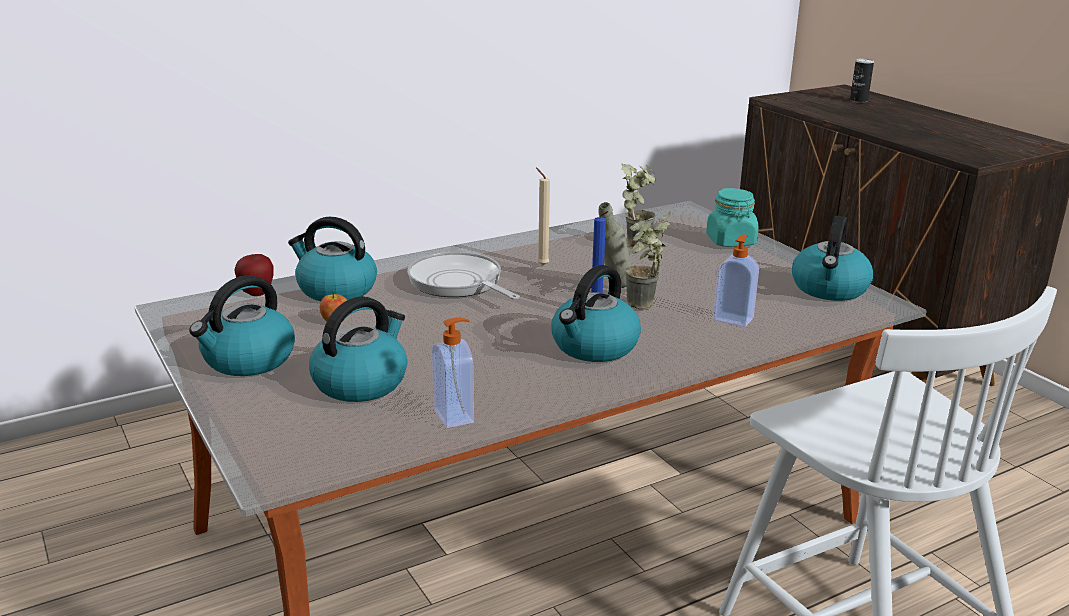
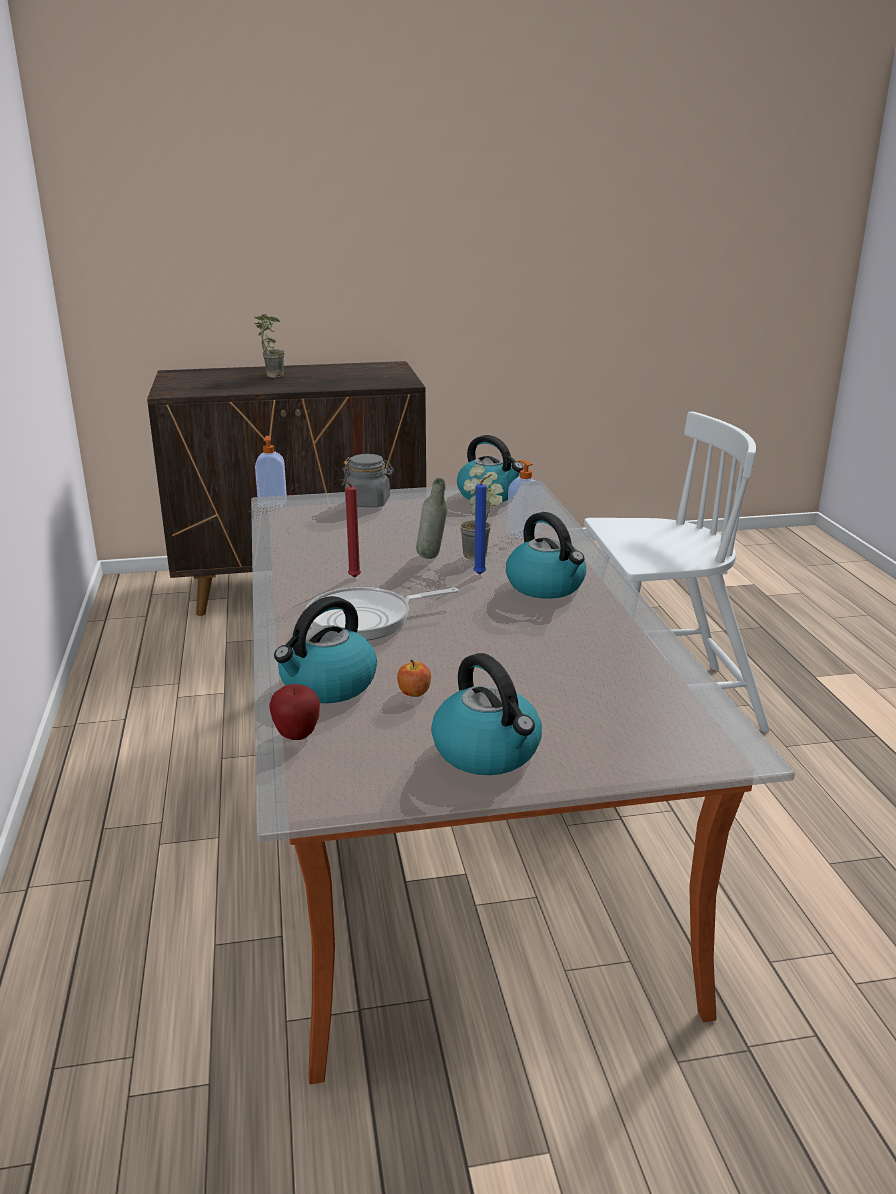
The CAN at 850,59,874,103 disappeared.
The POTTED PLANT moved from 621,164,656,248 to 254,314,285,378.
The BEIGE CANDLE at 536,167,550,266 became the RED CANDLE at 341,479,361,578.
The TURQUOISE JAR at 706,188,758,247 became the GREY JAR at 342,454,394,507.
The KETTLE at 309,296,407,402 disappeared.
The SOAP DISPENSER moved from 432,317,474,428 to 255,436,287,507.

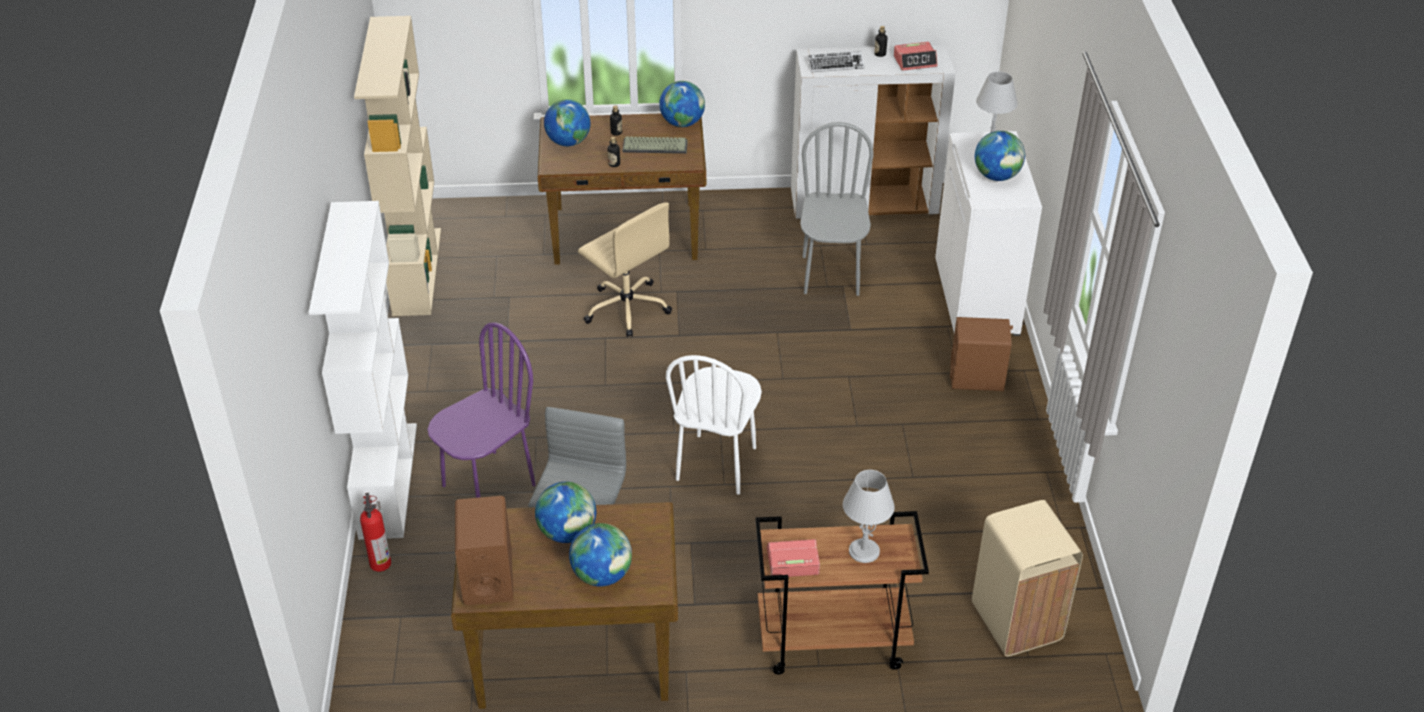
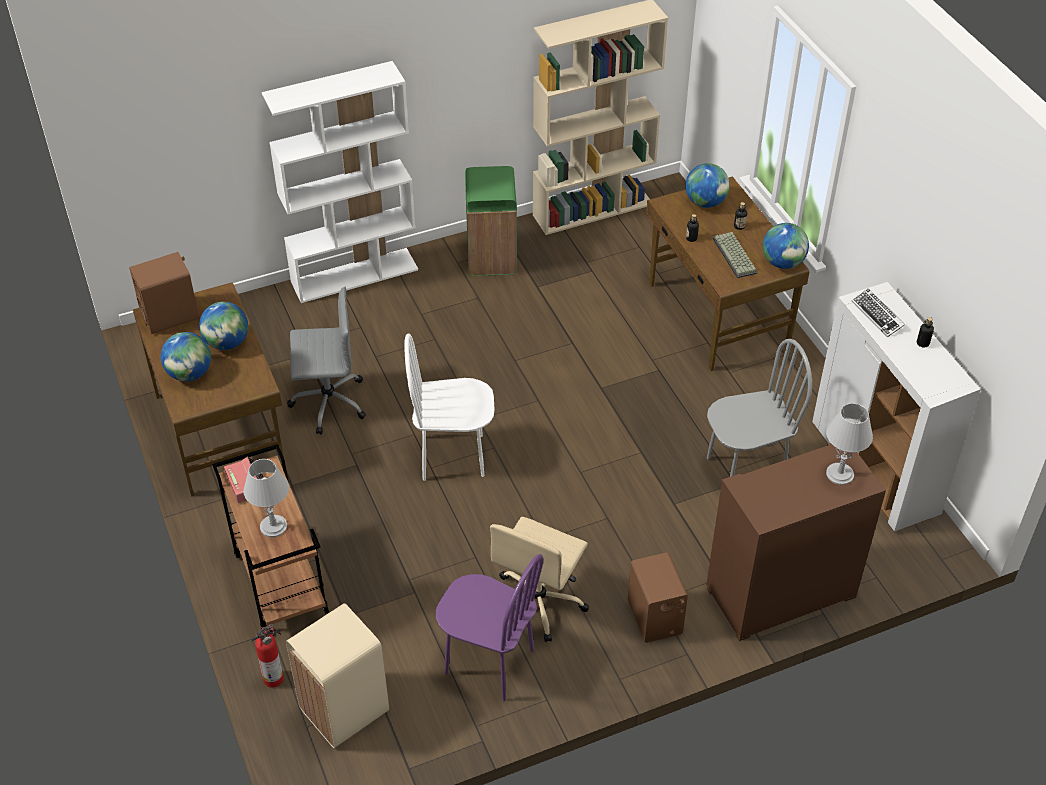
The ALARM CLOCK at 894,42,938,71 disappeared.
The WHITE CABINET at 935,131,1042,336 became the BROWN CABINET at 706,443,886,641.
The GLOBE at 975,131,1025,181 disappeared.
The BEIGE OFFICE CHAIR moved from 578,202,672,337 to 490,517,589,642.
The PURPLE CHAIR moved from 428,322,536,498 to 436,554,544,701.
The FIRE EXTINGUISHER moved from 360,493,391,572 to 250,624,284,688.
The GREEN TRASH CAN at 465,166,517,276 appeared.

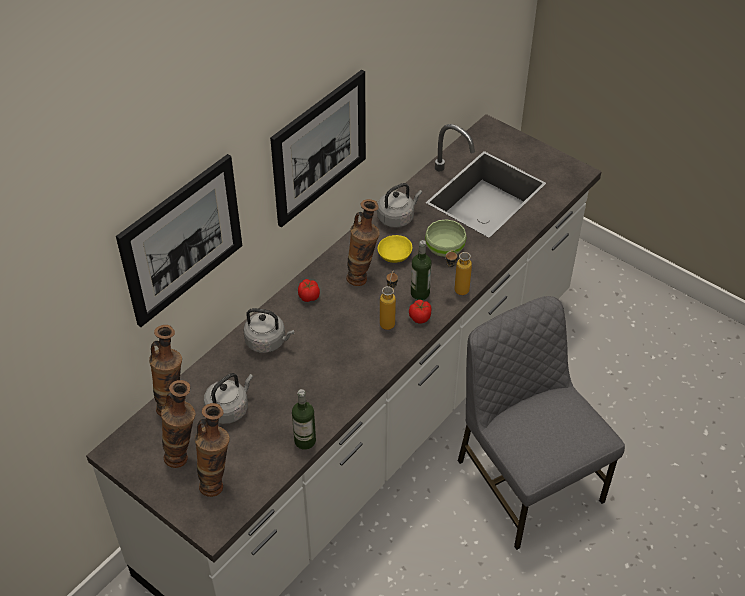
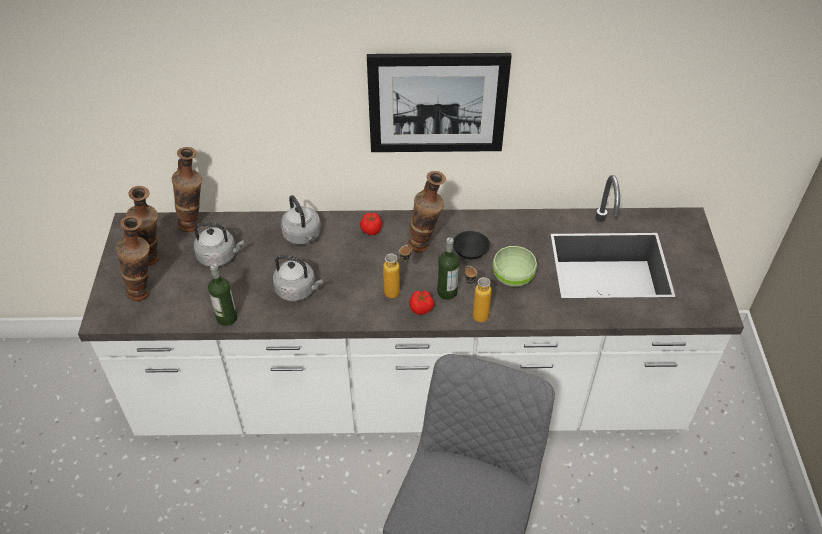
The PICTURE at 116,154,242,327 disappeared.
The GREY KETTLE moved from 377,183,422,228 to 273,255,323,301.
The YELLOW BOWL at 378,235,412,263 became the BLACK BOWL at 453,231,490,260.

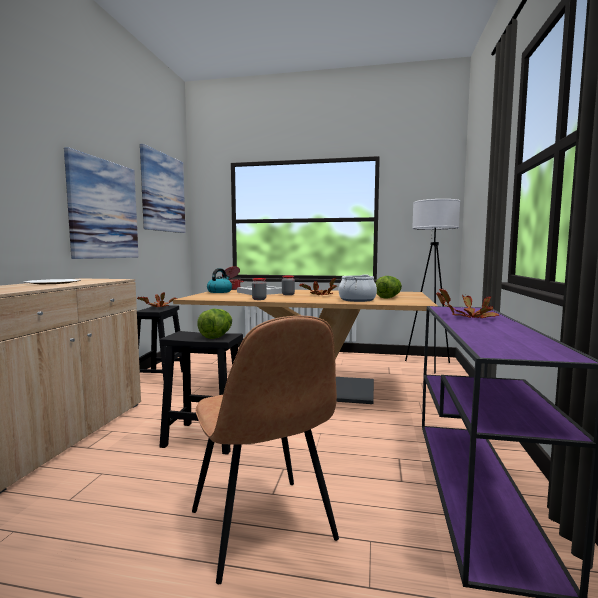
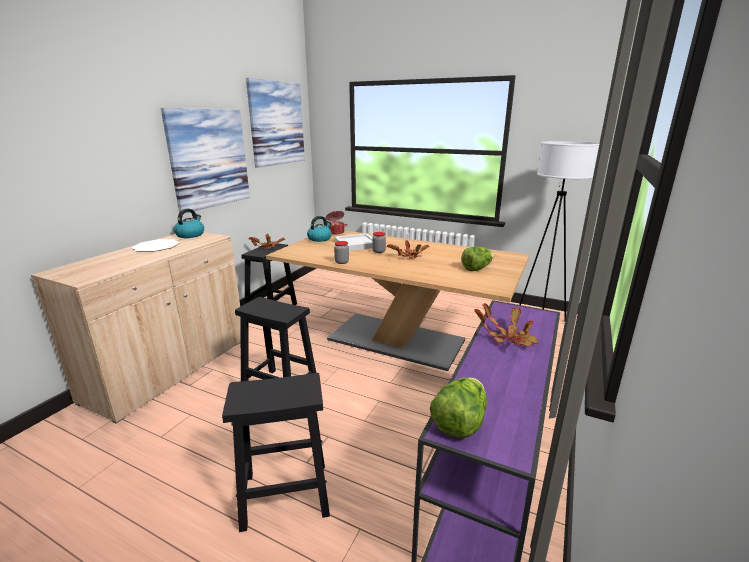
The COOKING POT at 339,274,377,302 disappeared.
The LETTUCE moved from 197,309,232,339 to 430,377,487,438.
The BROWN CHAIR at 192,316,339,584 was replaced by the BLACK STOOL at 222,373,330,532.
The KETTLE at 174,208,204,238 appeared.

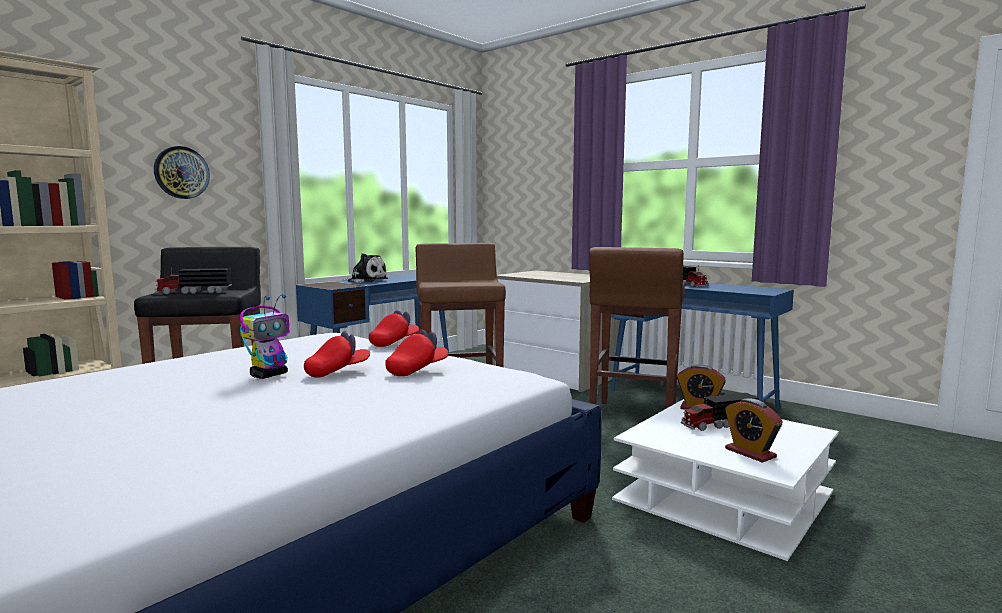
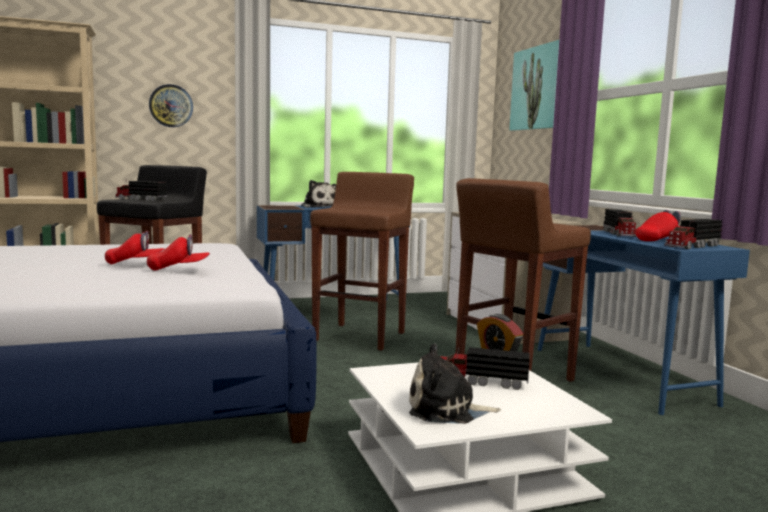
The TOY ROBOT at 240,294,289,379 disappeared.
The RED CAP moved from 369,310,419,347 to 636,210,681,241.
The ALARM CLOCK at 725,398,783,463 was replaced by the PLUSH TOY at 409,343,501,424.
The PICTURE at 509,40,559,131 appeared.
The TOY TRUCK at 664,219,722,249 appeared.

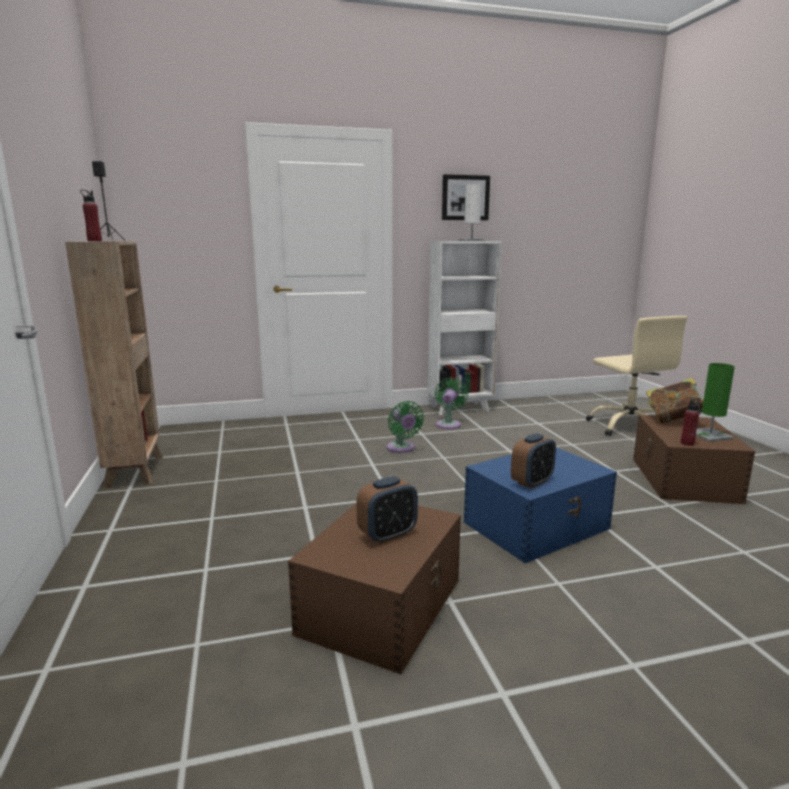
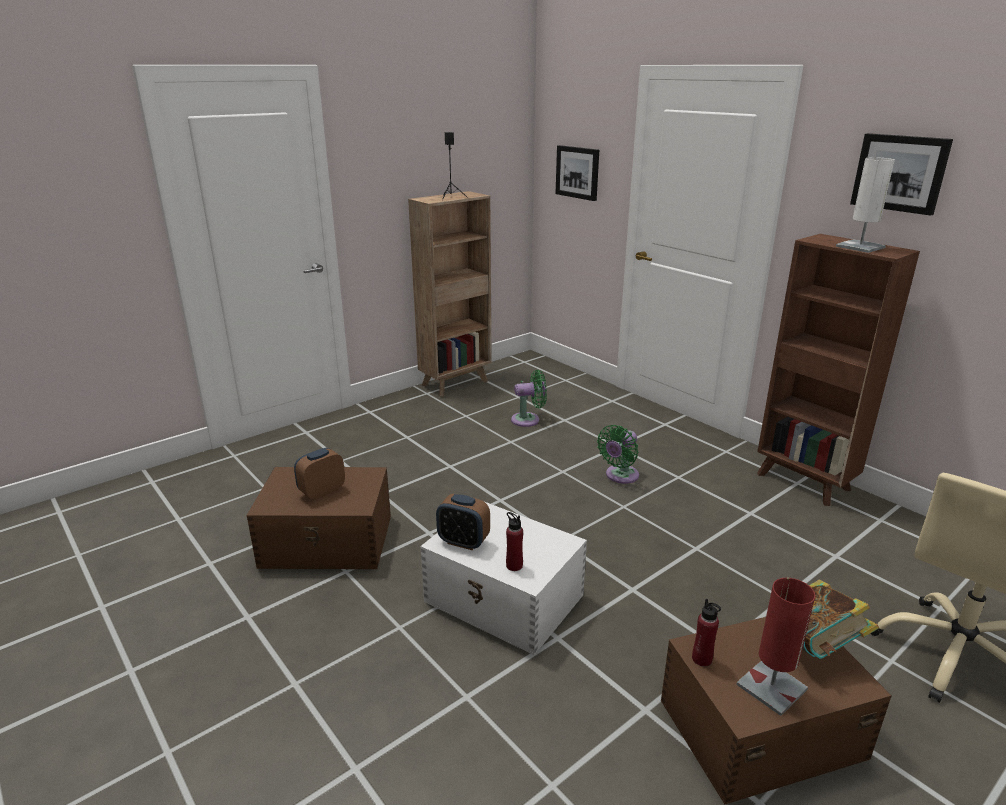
The RED BOTTLE moved from 80,190,102,241 to 506,512,523,571.
The WHITE BOOKCASE at 428,241,502,416 became the BROWN BOOKCASE at 757,234,920,506.
The GREEN TABLE LAMP at 696,363,735,442 became the RED TABLE LAMP at 736,578,815,716.
The GREEN FAN moved from 435,378,468,429 to 511,370,547,427.
The BLUE STORAGE BOX at 464,447,617,563 became the WHITE STORAGE BOX at 420,502,587,655.
The ALARM CLOCK at 357,476,418,544 turned 105 degrees clockwise.
The PICTURE at 556,145,599,201 appeared.

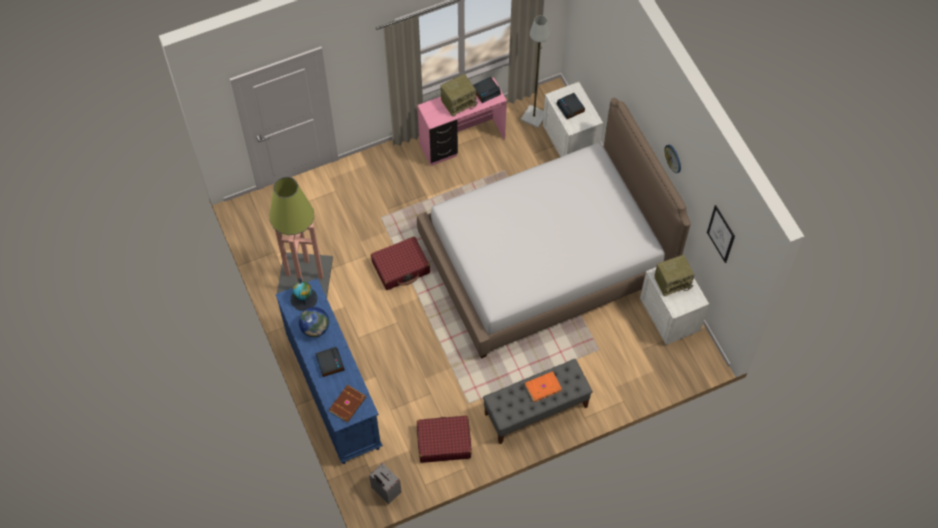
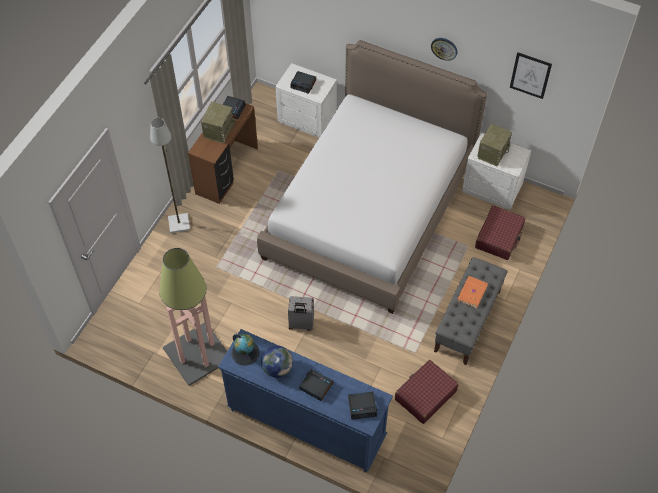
The GREY FLOOR LAMP moved from 521,15,550,128 to 150,118,190,233.
The PINK DESK at 417,77,507,166 became the BROWN DESK at 188,103,258,204.
The RED SUITCASE moved from 371,236,430,290 to 475,206,525,260.
The BROWN BOOK at 329,385,366,423 was replaced by the ALARM CLOCK at 348,392,378,420.
The GREY SUITCASE moved from 369,463,402,504 to 288,296,314,331.

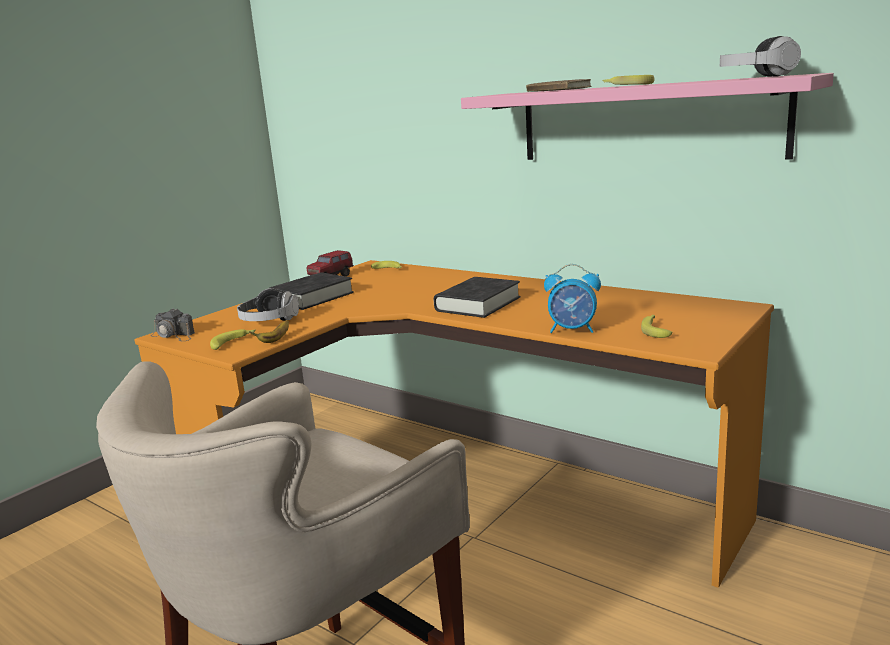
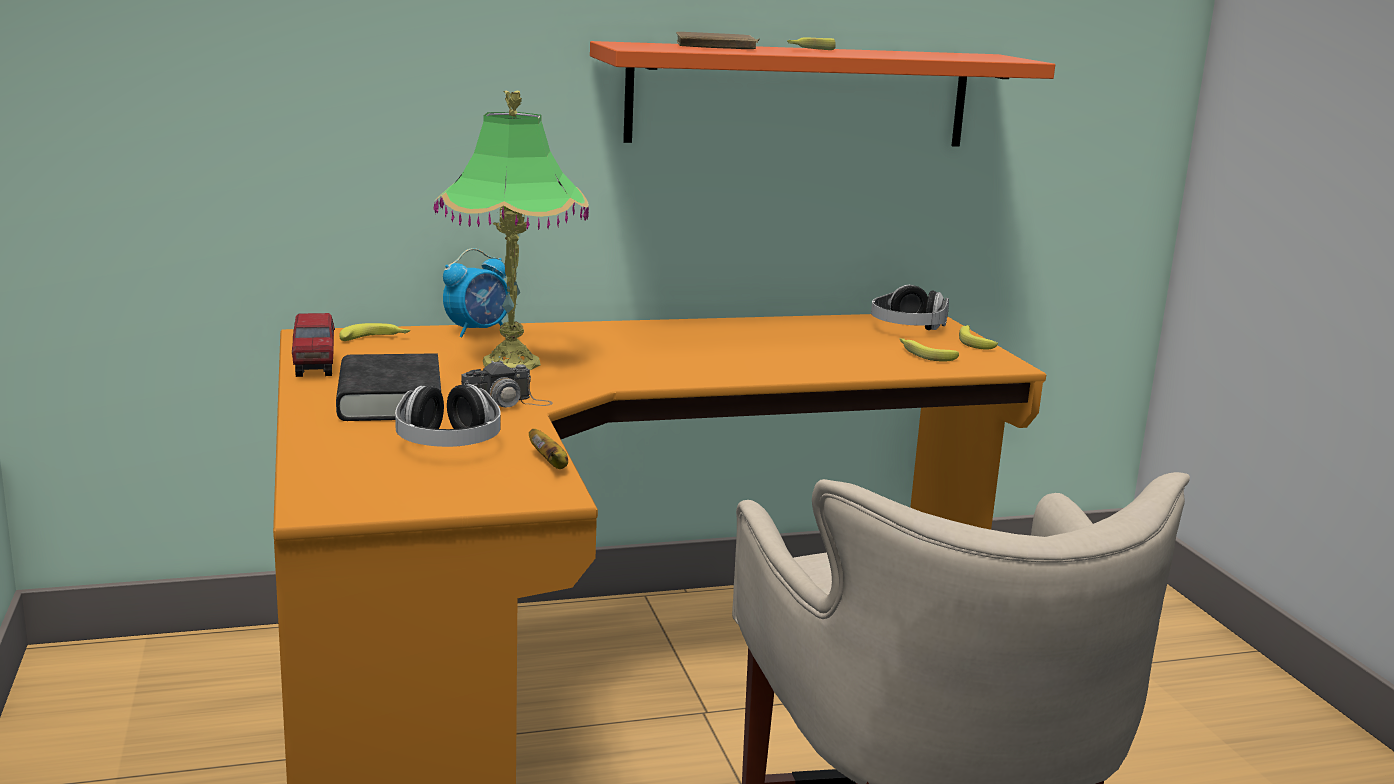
The HEADPHONES moved from 720,36,801,77 to 871,285,949,330.
The PINK SHELF at 461,73,834,160 became the ORANGE SHELF at 590,41,1055,146.
The ALARM CLOCK moved from 544,264,601,333 to 443,248,508,337.
The BLACK BOOK at 434,277,520,318 disappeared.
The PHOTO CAMERA moved from 151,308,195,341 to 461,360,553,407.
The BANANA moved from 210,329,256,350 to 959,325,998,350.
The TABLE LAMP at 433,90,589,370 appeared.

